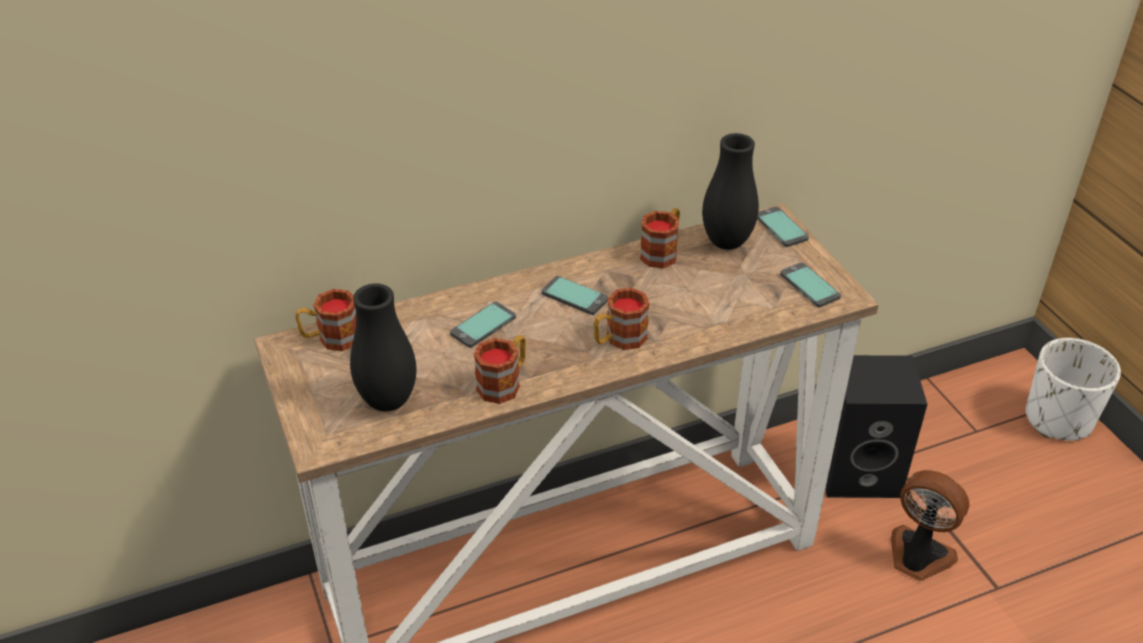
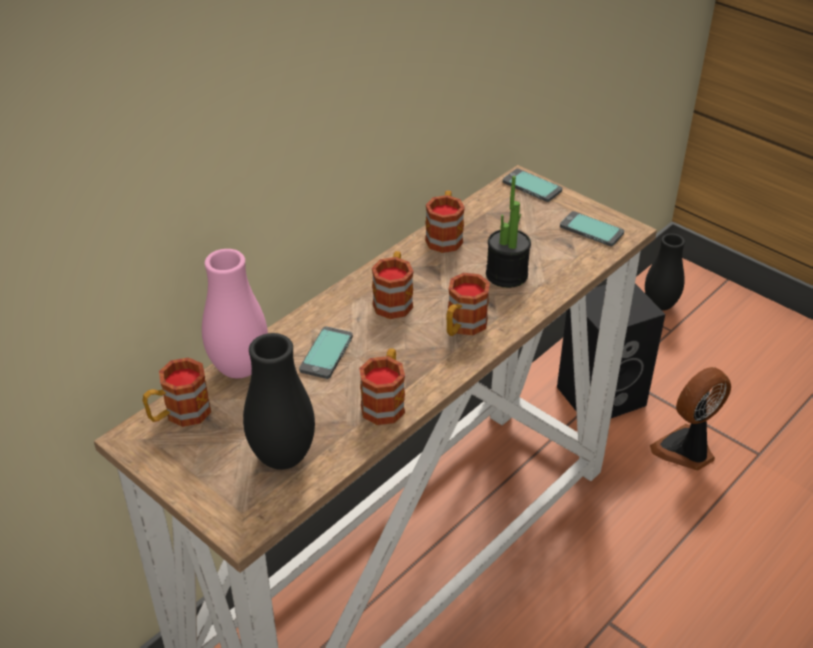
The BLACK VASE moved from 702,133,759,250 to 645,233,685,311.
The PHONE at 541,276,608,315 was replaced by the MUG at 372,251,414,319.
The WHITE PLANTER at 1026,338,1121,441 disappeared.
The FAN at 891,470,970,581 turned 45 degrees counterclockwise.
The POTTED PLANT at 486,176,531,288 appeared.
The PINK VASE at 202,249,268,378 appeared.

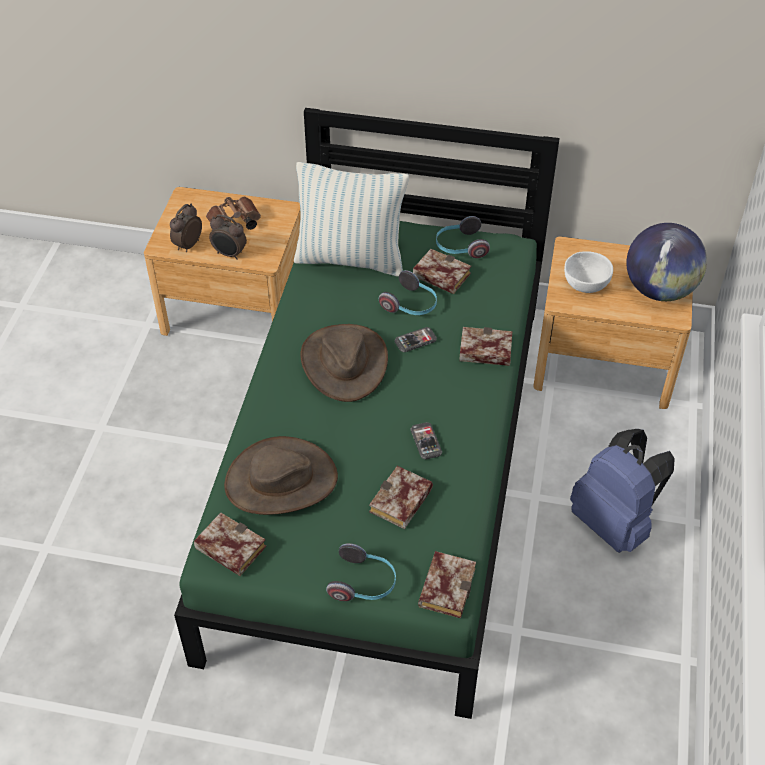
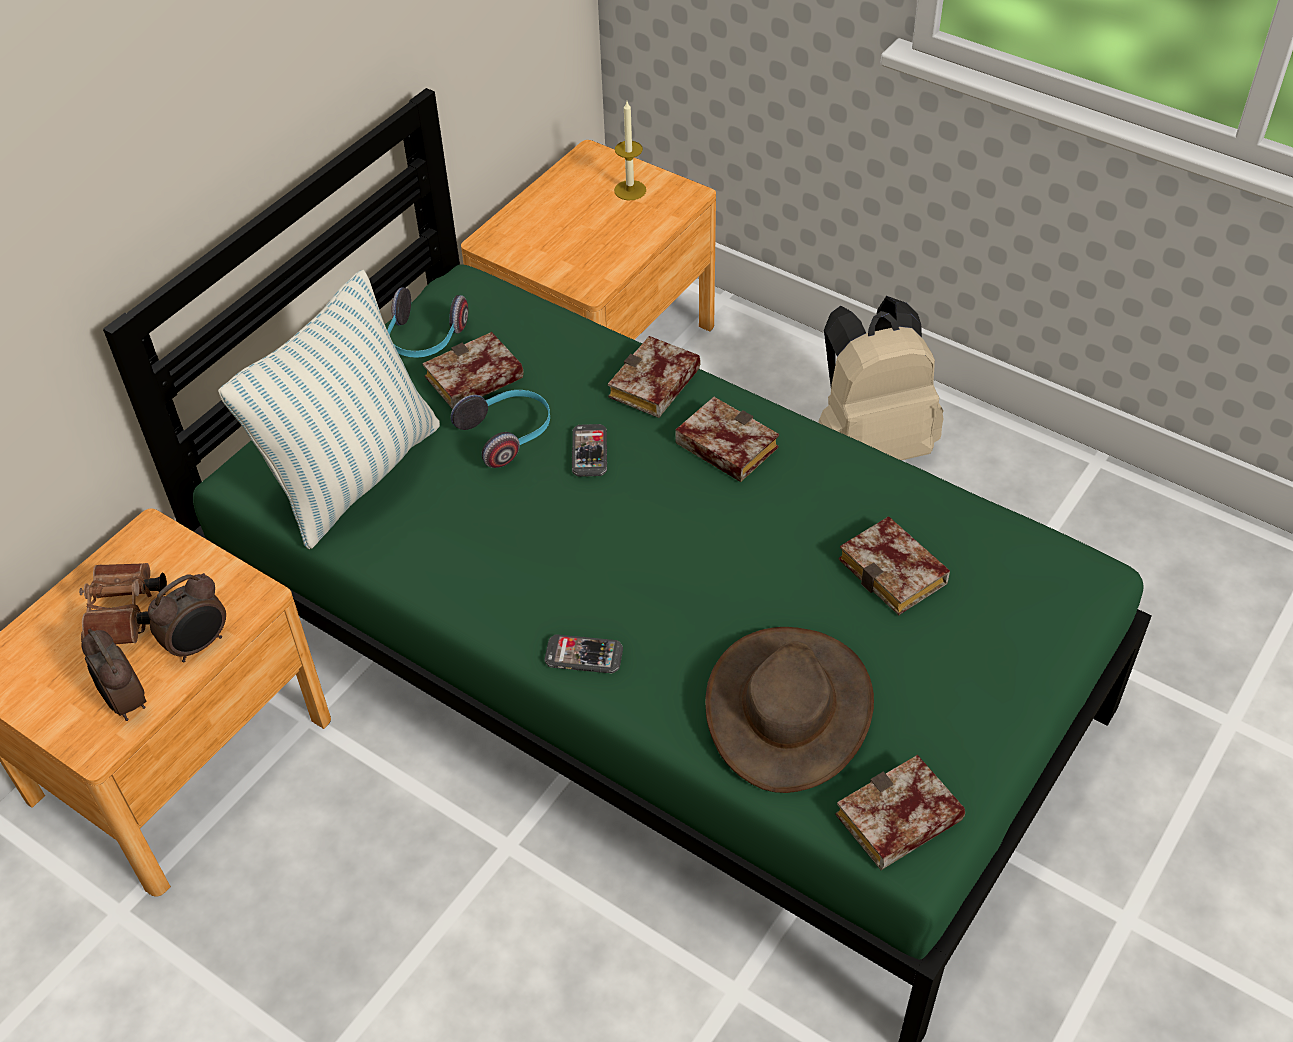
The GLOBE at 626,223,707,301 was replaced by the CANDLE at 614,101,646,201.
The WHITE BOWL at 564,251,613,293 disappeared.
The BROWN HAT at 301,324,388,402 disappeared.
The PHONE moved from 410,422,442,459 to 544,634,623,673.
The BLUE BACKPACK at 570,429,675,553 became the BEIGE BACKPACK at 819,296,944,460.
The HEADPHONES at 326,543,396,601 disappeared.
The BOOK moved from 418,551,476,618 to 675,397,779,482.

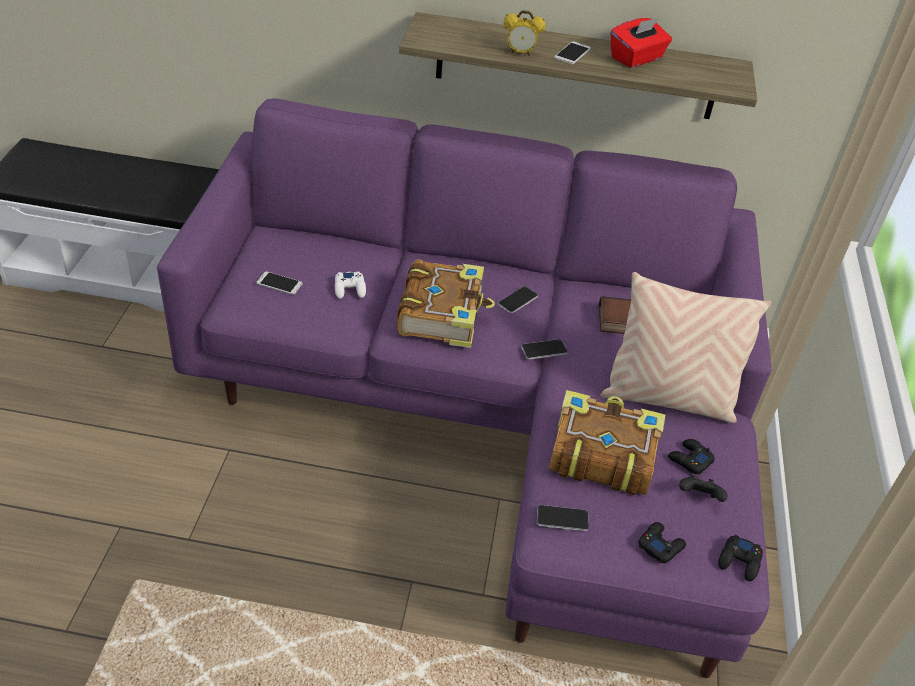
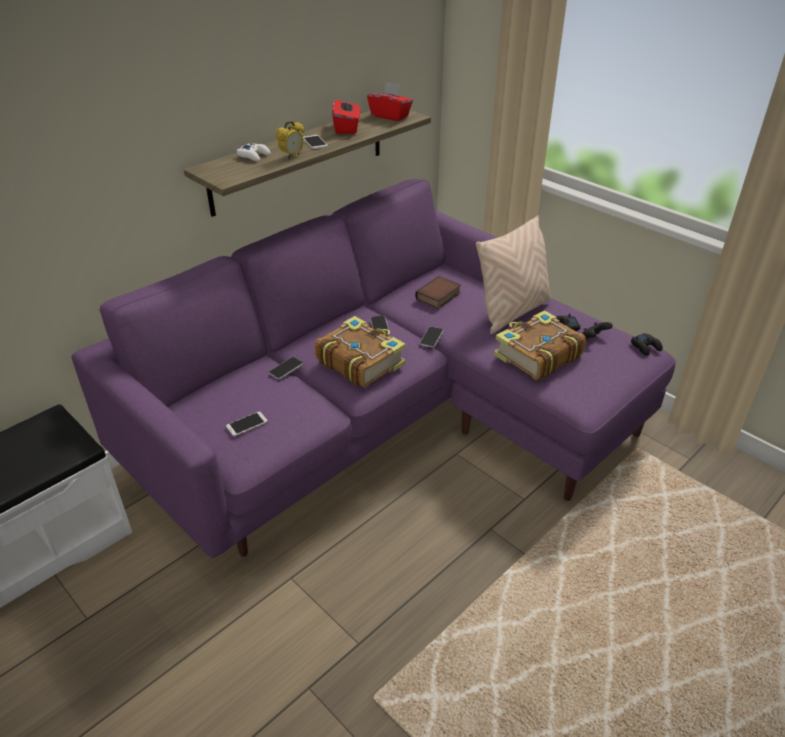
The WHITE GAME CONTROLLER moved from 335,272,366,299 to 237,143,271,162.
The PHONE moved from 537,505,589,531 to 268,357,304,379.
The BLACK GAME CONTROLLER at 639,522,686,563 disappeared.
The RED TISSUE BOX at 367,82,413,121 appeared.

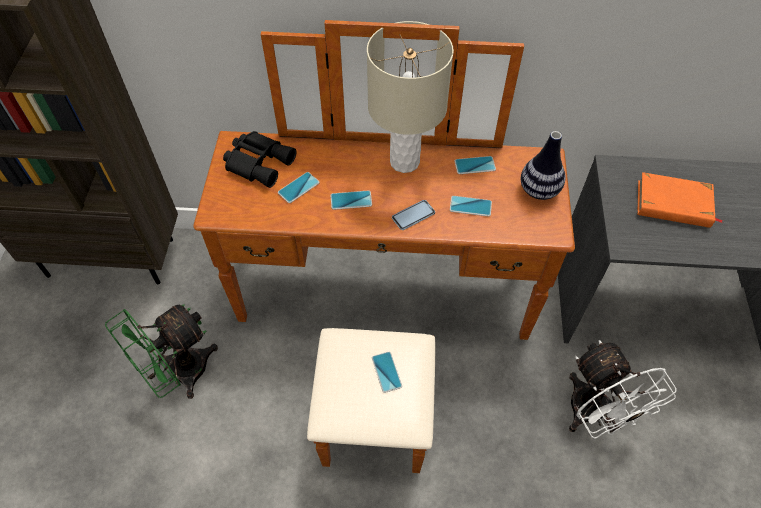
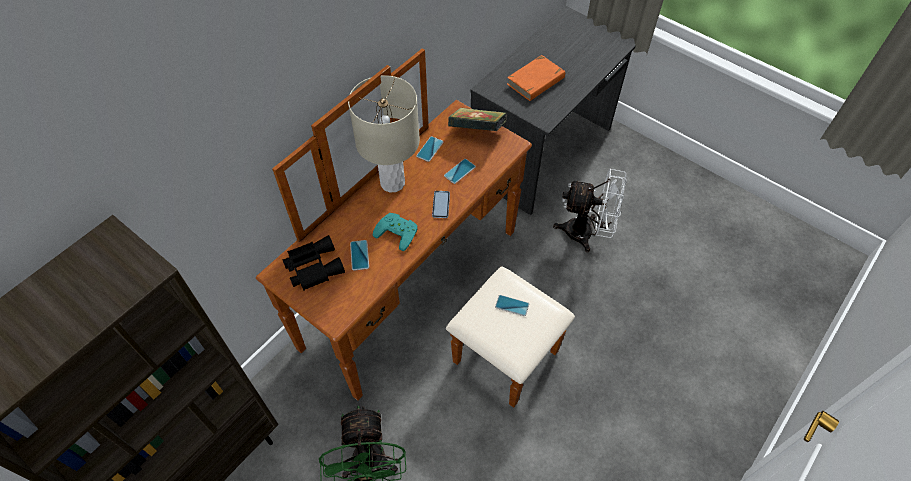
The VASE at 521,131,565,200 was replaced by the BOOK at 448,108,507,131.
The PHONE at 330,190,372,210 was replaced by the TURQUOISE GAME CONTROLLER at 373,213,417,251.

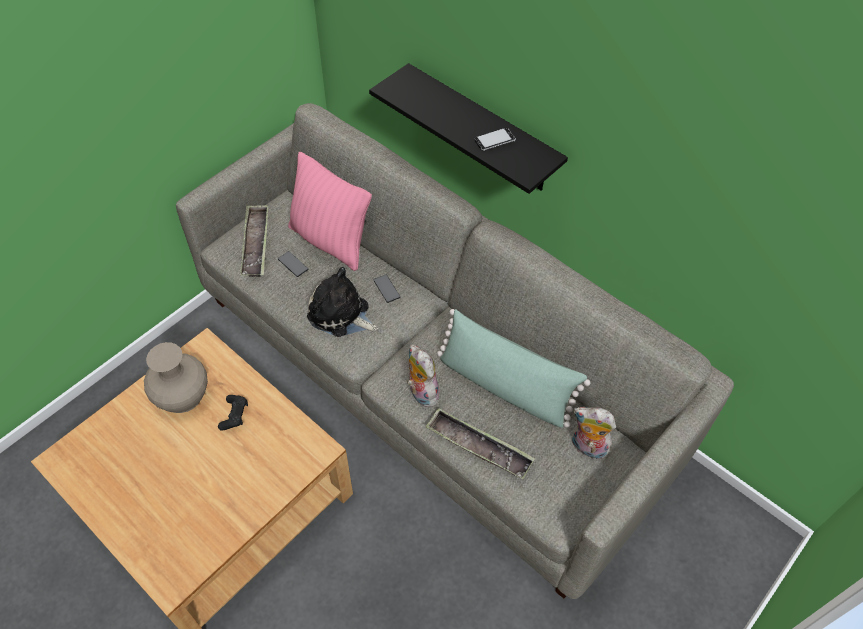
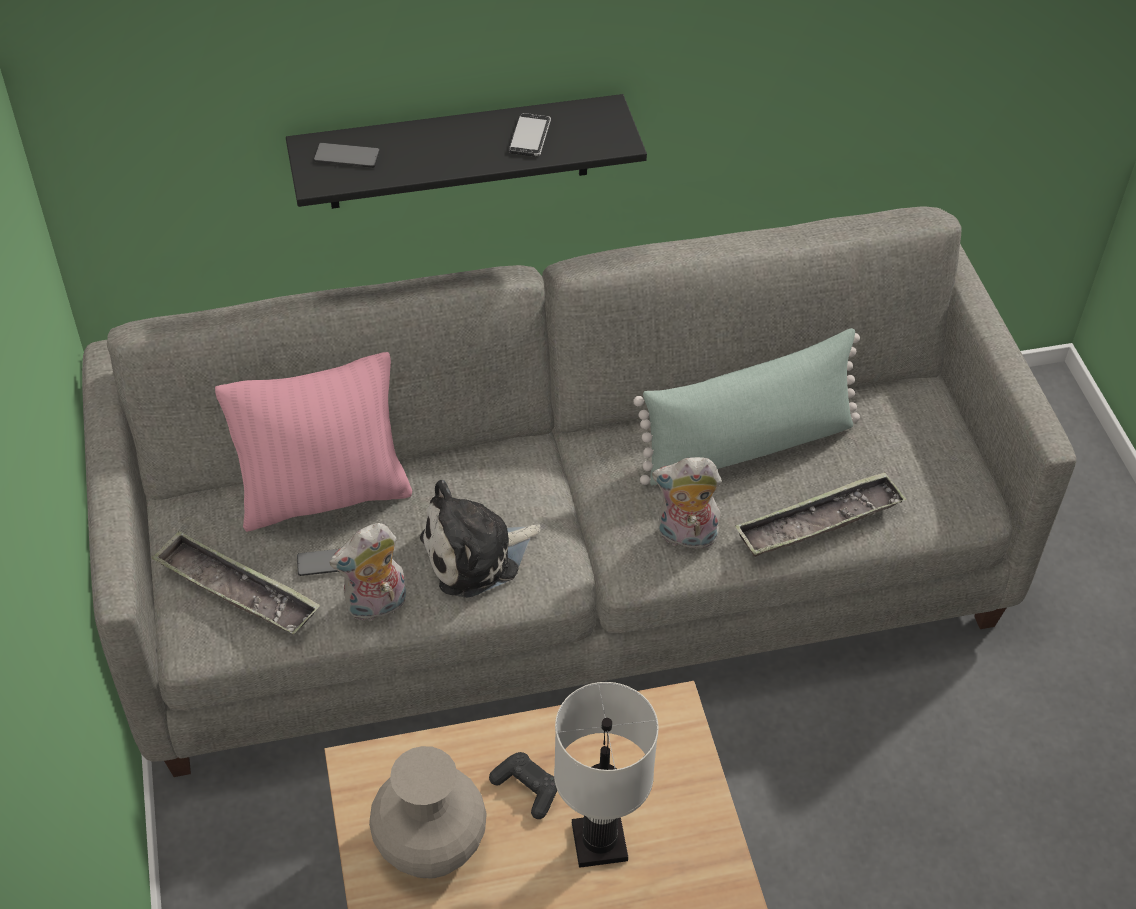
The PHONE moved from 373,274,400,303 to 313,143,380,168.
The PLUSH TOY moved from 572,407,616,459 to 329,523,406,621.
The WHITE TABLE LAMP at 554,682,659,868 appeared.

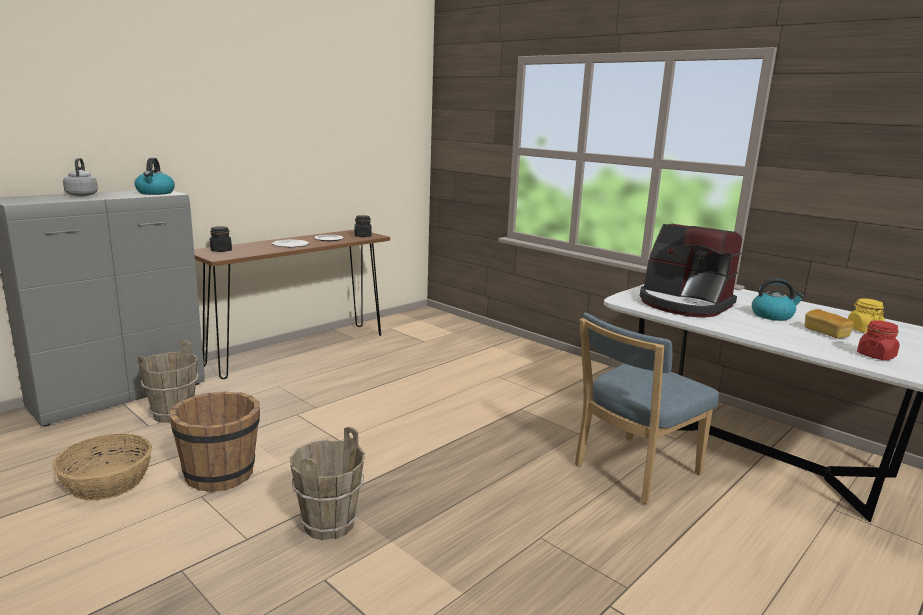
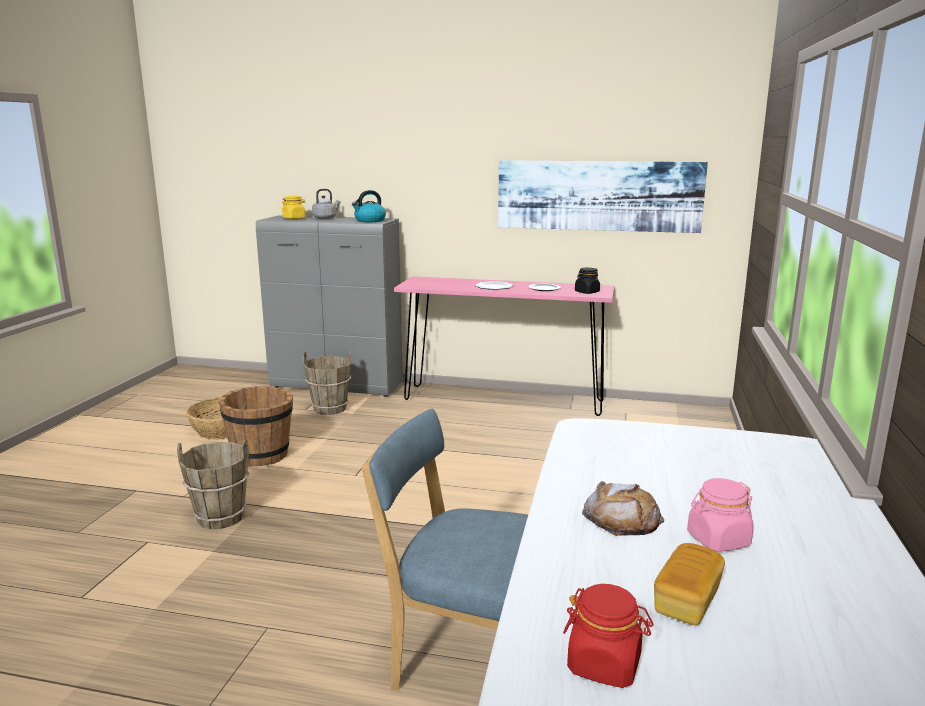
The COFFEE MACHINE at 640,224,742,318 disappeared.
The BLACK JAR at 210,226,232,252 disappeared.
The BROWN CONSOLE TABLE at 194,230,390,379 became the PINK CONSOLE TABLE at 394,276,614,416.
The KETTLE at 752,278,805,321 was replaced by the PINK JAR at 687,478,754,552.
The YELLOW JAR moved from 848,298,885,333 to 282,196,306,219.
The PICTURE at 498,160,708,233 appeared.
The BREAD at 582,481,664,536 appeared.

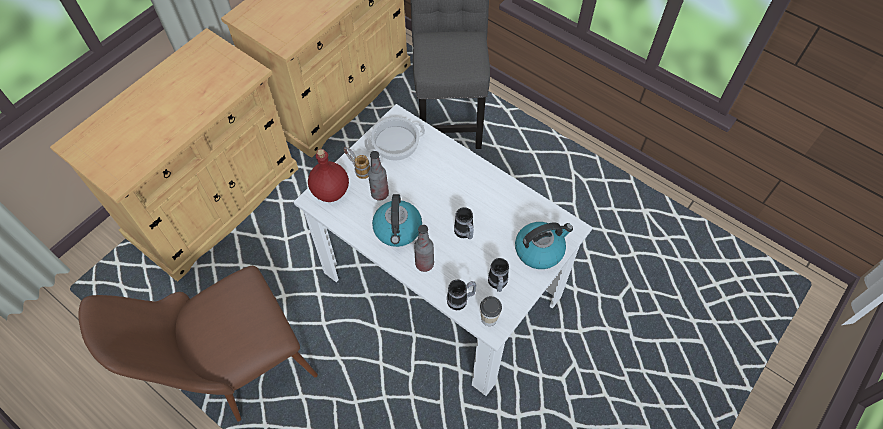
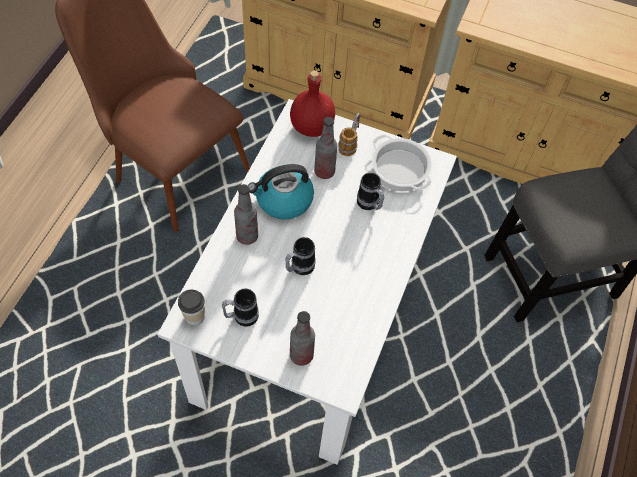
The KETTLE at 515,222,573,269 was replaced by the BOTTLE at 290,311,315,366.
The MUG moved from 447,279,476,310 to 357,173,384,210.

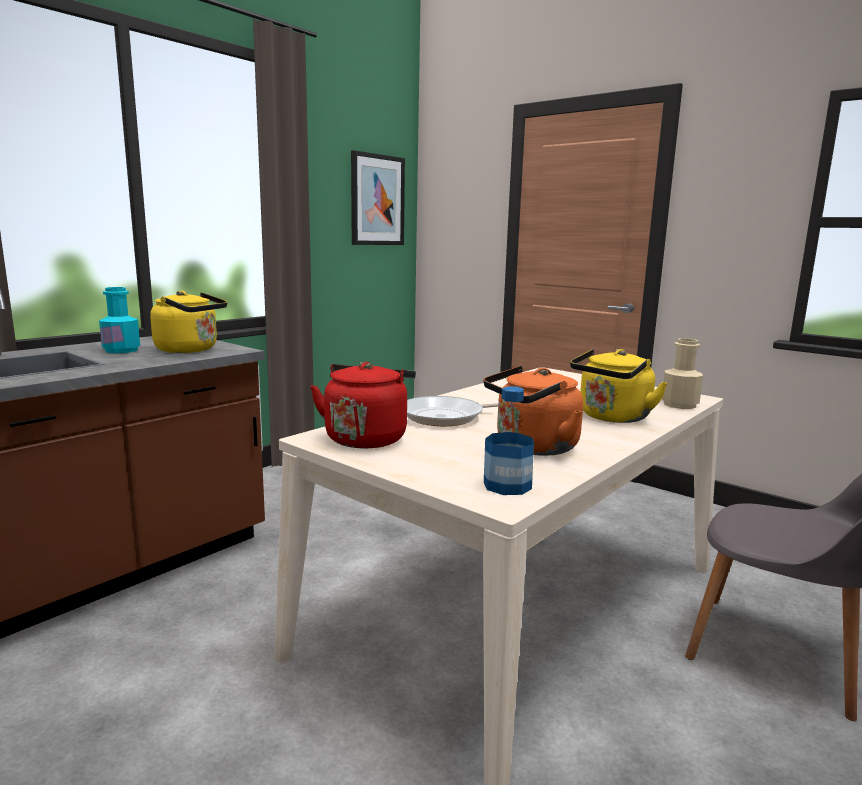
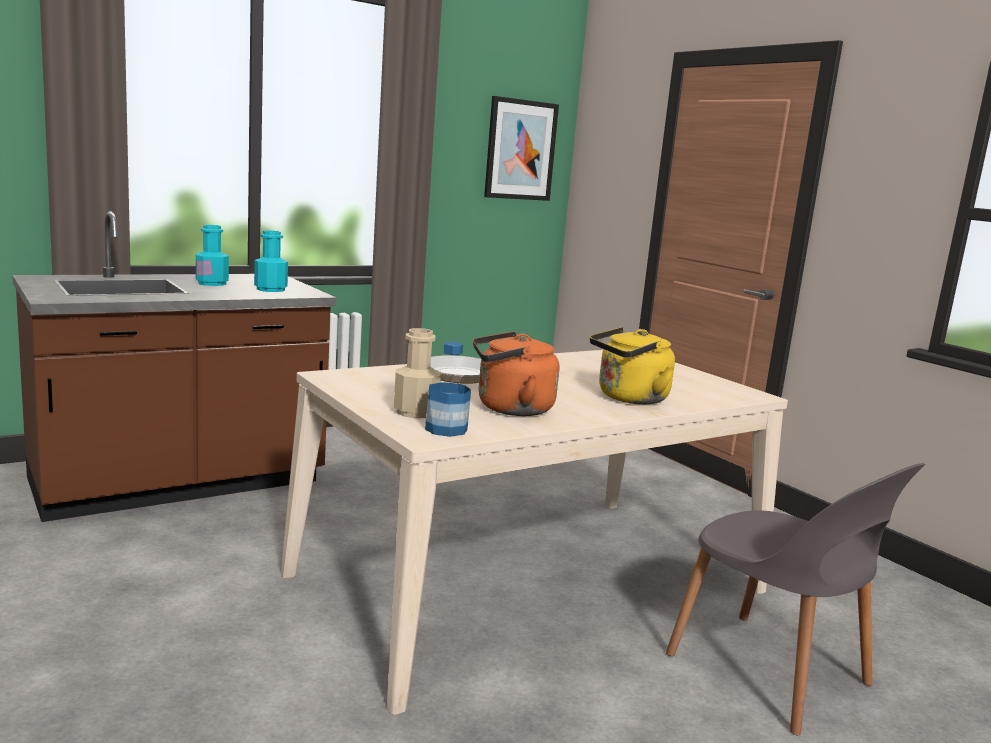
The YELLOW KETTLE at 150,291,227,353 was replaced by the TURQUOISE BOTTLE at 254,230,288,292.
The BEIGE BOTTLE moved from 662,338,703,409 to 394,328,441,418.
The RED KETTLE at 310,362,416,448 disappeared.

